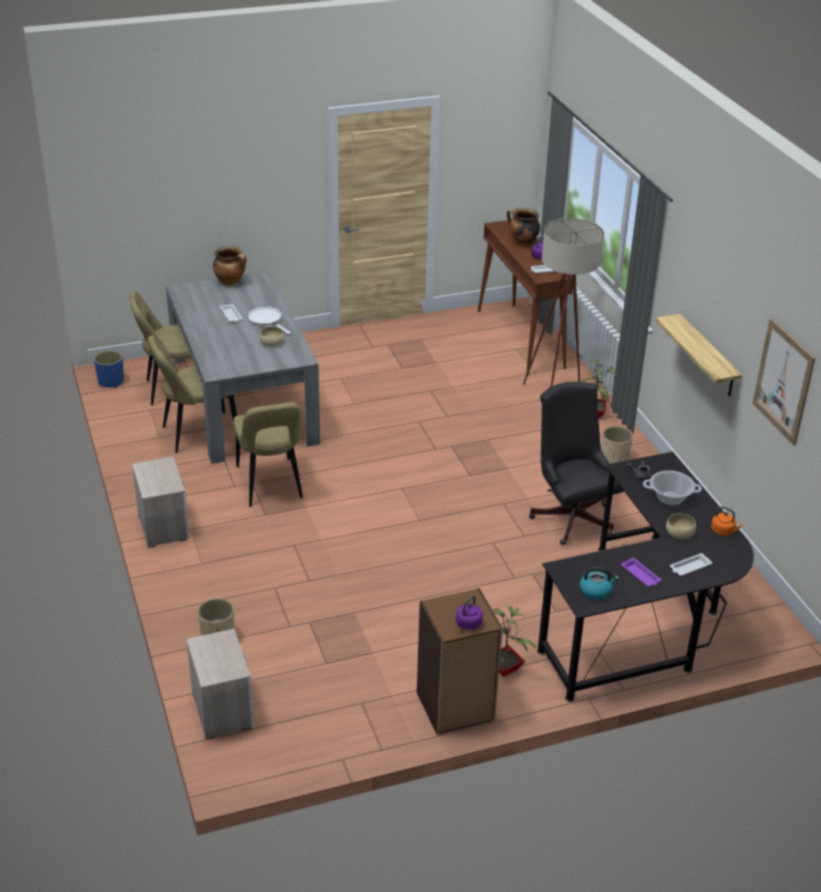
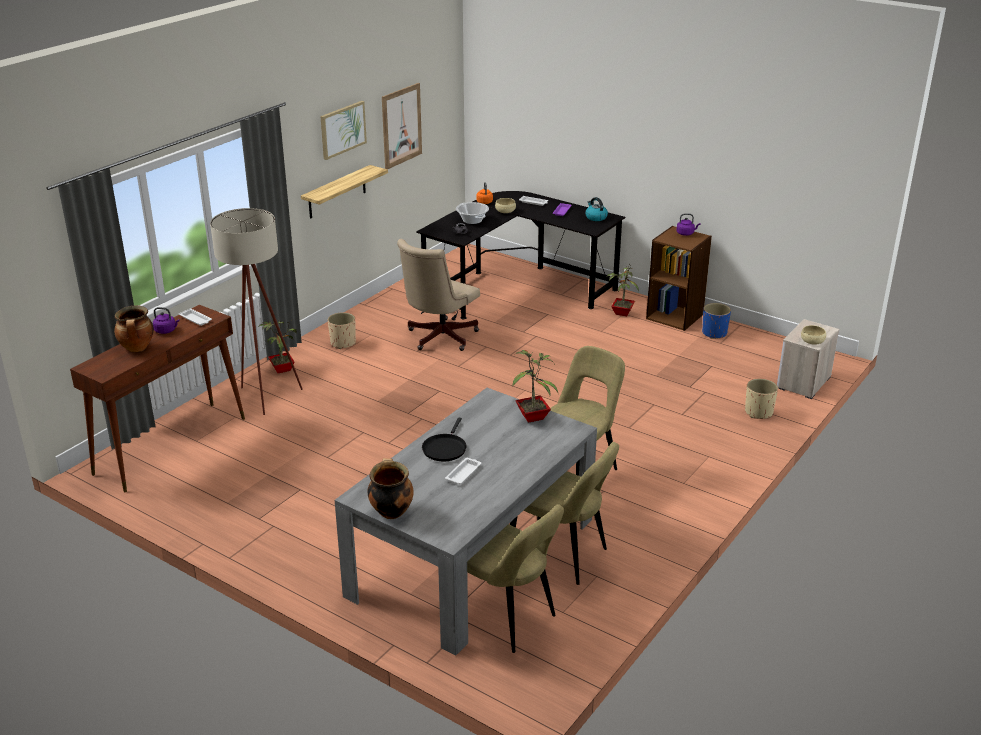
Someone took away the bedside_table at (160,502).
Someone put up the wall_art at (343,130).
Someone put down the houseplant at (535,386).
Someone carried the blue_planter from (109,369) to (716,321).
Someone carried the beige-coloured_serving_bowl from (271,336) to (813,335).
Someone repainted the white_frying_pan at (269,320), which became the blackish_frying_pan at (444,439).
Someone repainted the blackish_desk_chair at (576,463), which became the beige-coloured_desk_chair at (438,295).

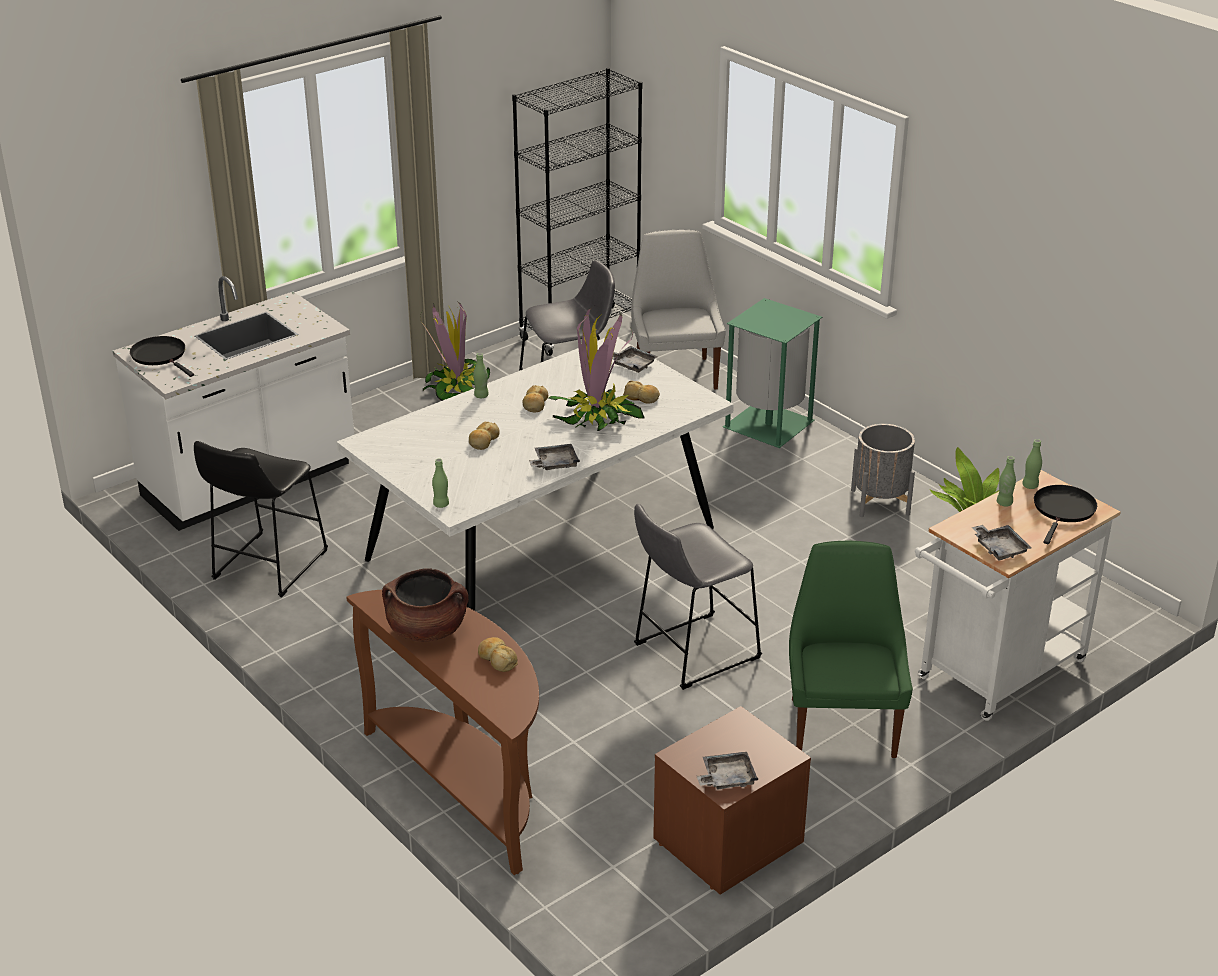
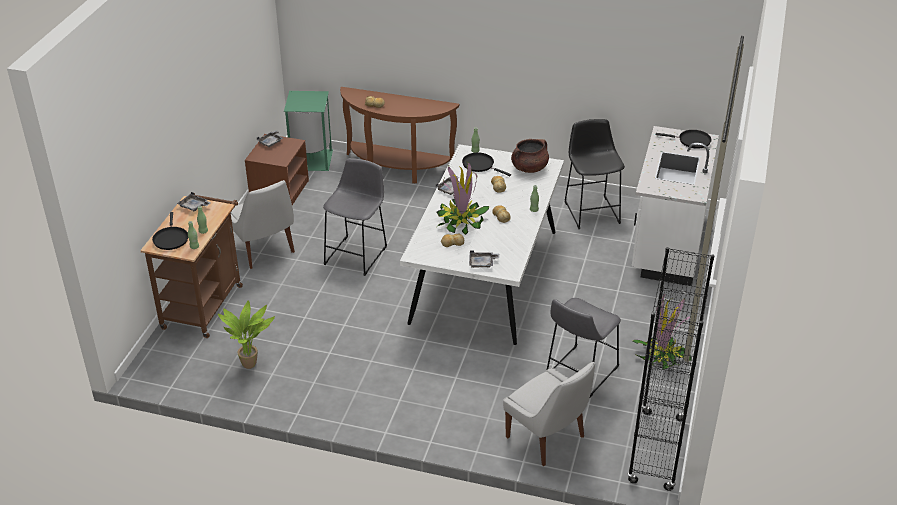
Someone took away the grey_planter at (883,470).
Someone put down the blackish_frying_pan at (486,164).
Someone carried the brown-coloured_cooking_pot from (425,605) to (530,156).
Someone carried the greenish_trash_can from (772,373) to (308,131).
Someone repainted the greenish_upright_chair at (851,649), which became the white_upright_chair at (263,224).
Someone repainted the white_cart at (1018,595), which became the brown-coloured_cart at (191,265).

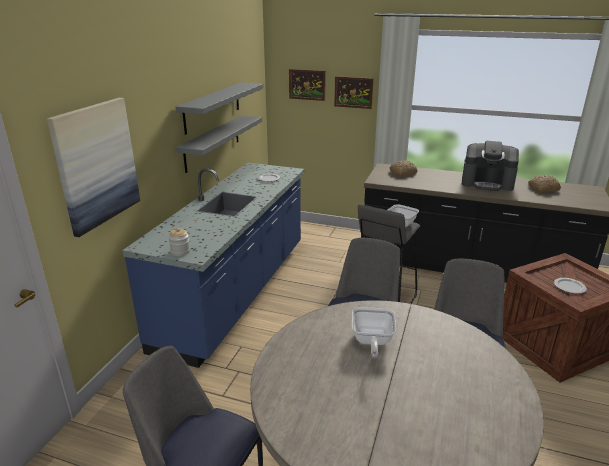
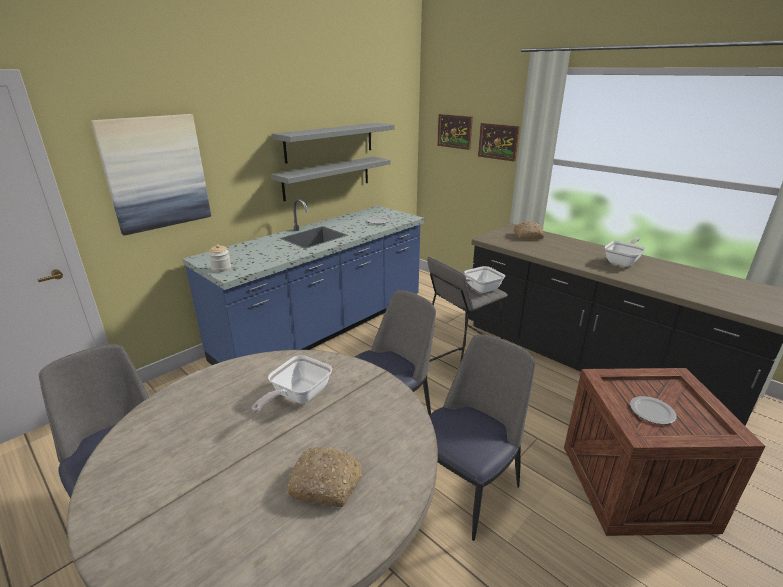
Someone carried the bread from (544,183) to (324,477).
Someone swapped the coffee_maker at (490,166) for the frying_pan at (625,252).

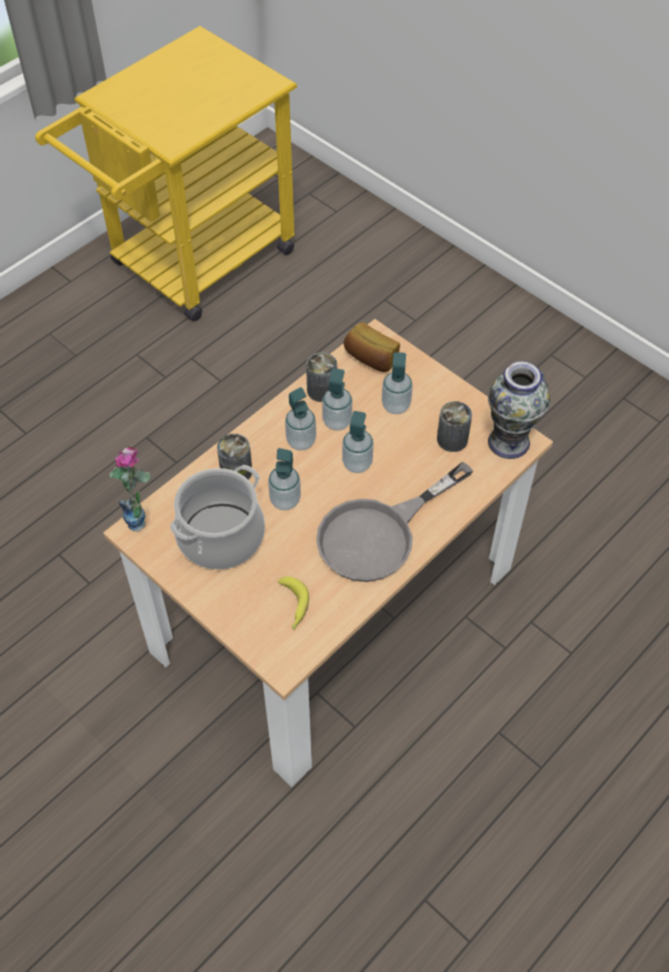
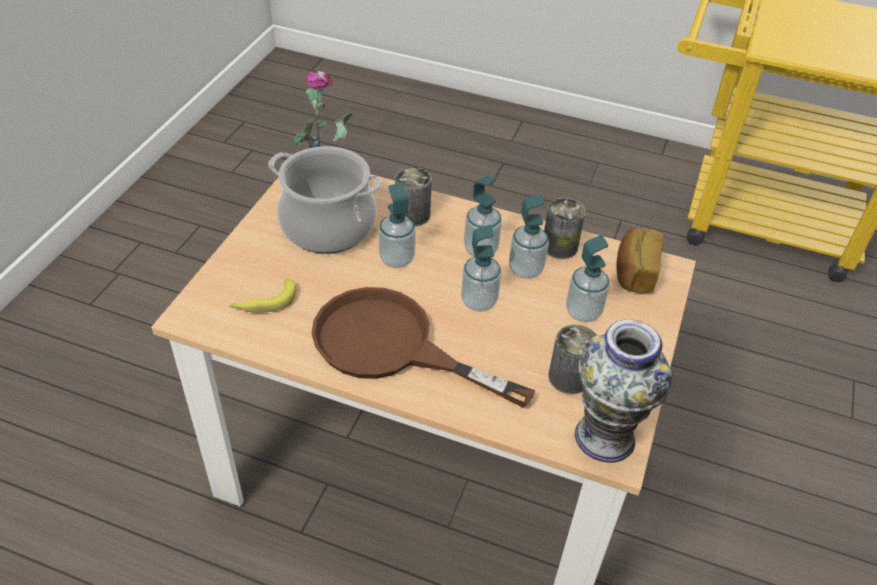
Someone repainted the grey_frying_pan at (394,522), which became the brown-coloured_frying_pan at (423,347).

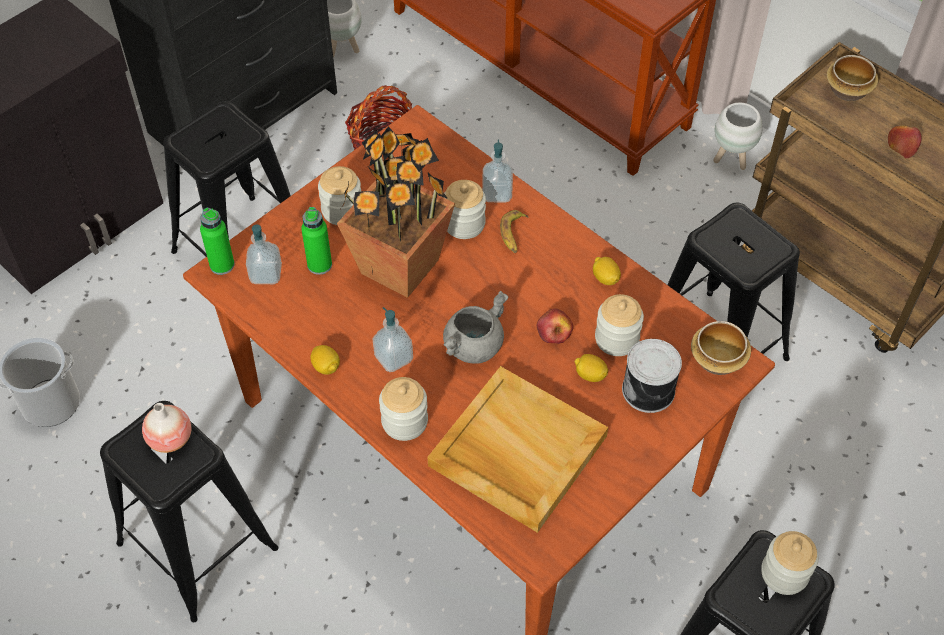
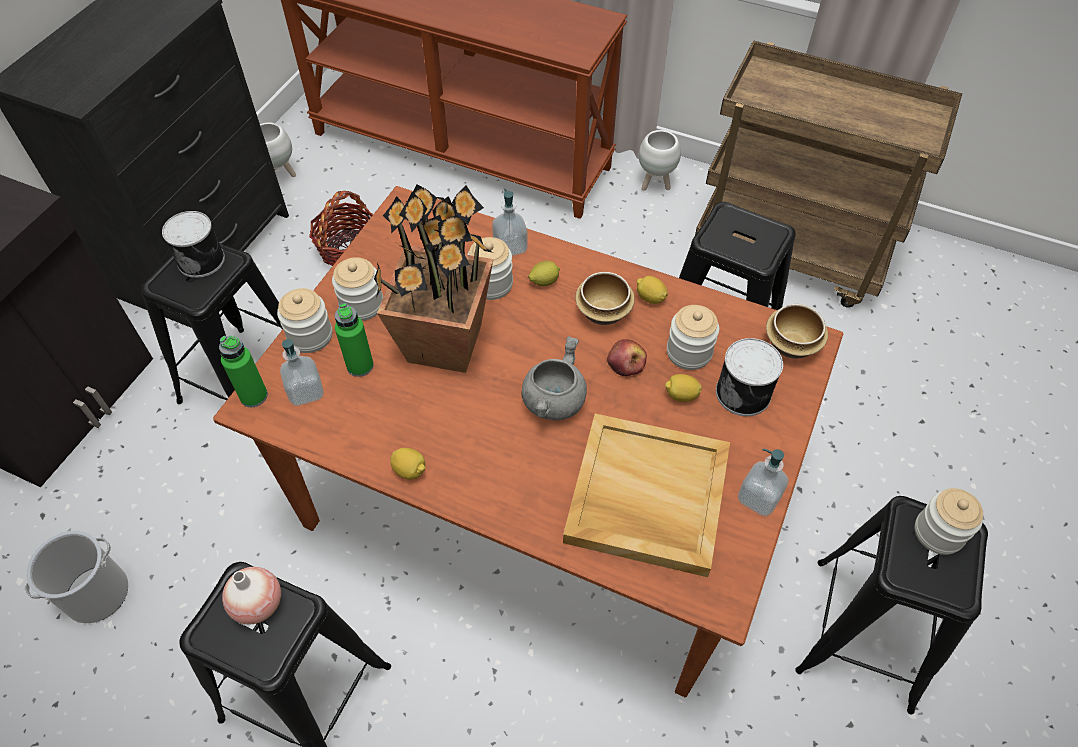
Someone took away the apple_fruit at (905,142).
Someone put down the can at (193,244).
Someone carried the liquid_soap_bottle from (392,339) to (763,482).
Someone carried the jar from (403,409) to (304,320).
Someone carried the serving_bowl from (852,78) to (605,298).
Someone swapped the banana at (514,231) for the lemon at (544,273).

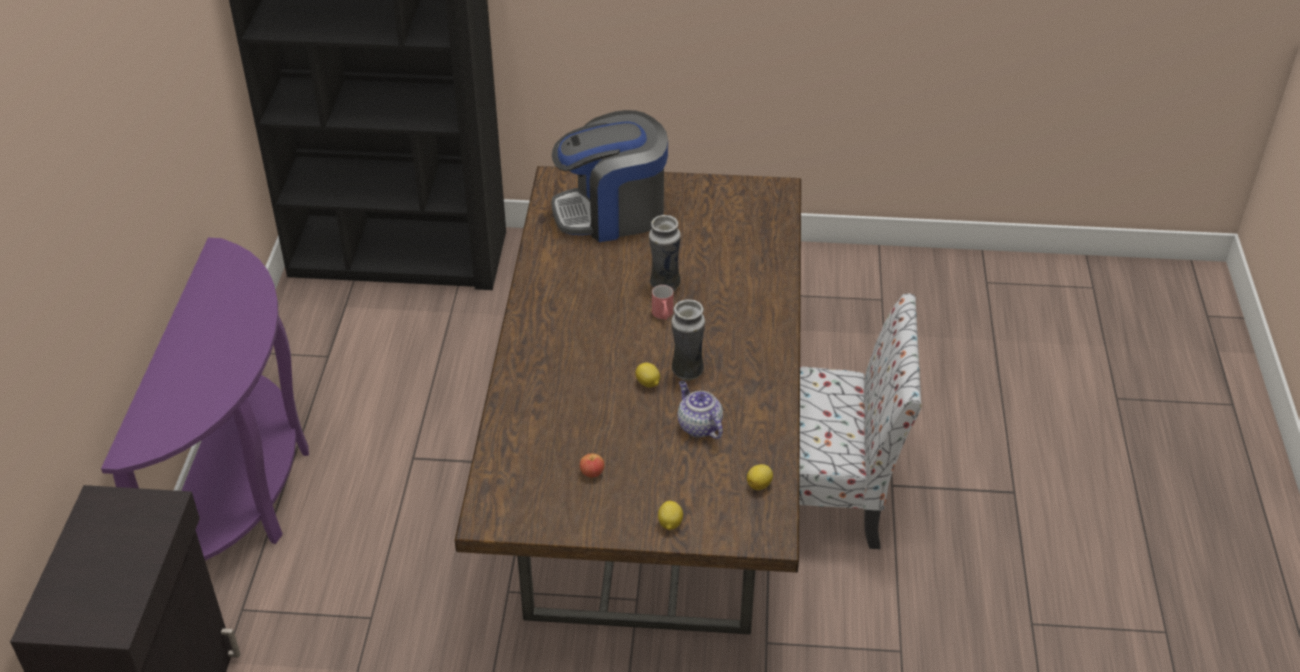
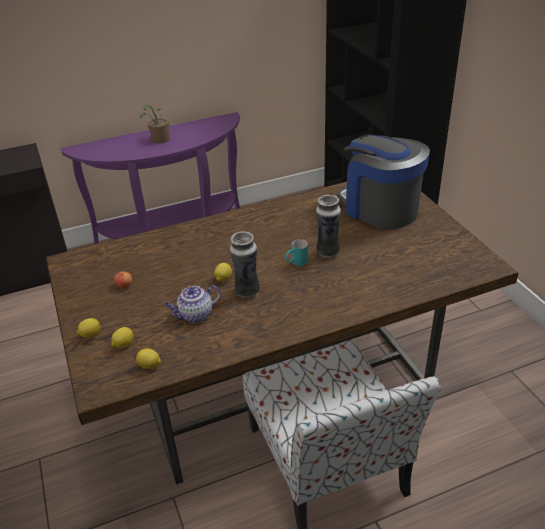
Someone put down the lemon at (122,337).
Someone put down the houseplant at (155,124).
Someone repainted the red_coffee_mug at (662,302), which became the turquoise-coloured_coffee_mug at (296,252).
Someone rotated the tea_pot at (700,410) by 150 degrees counterclockwise.

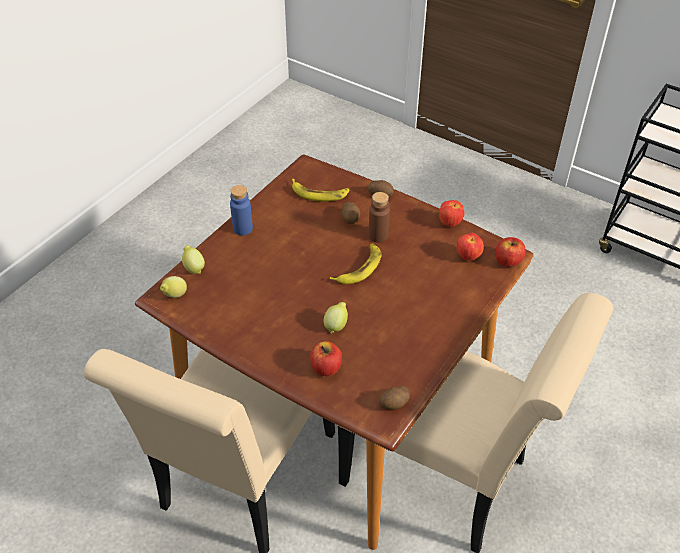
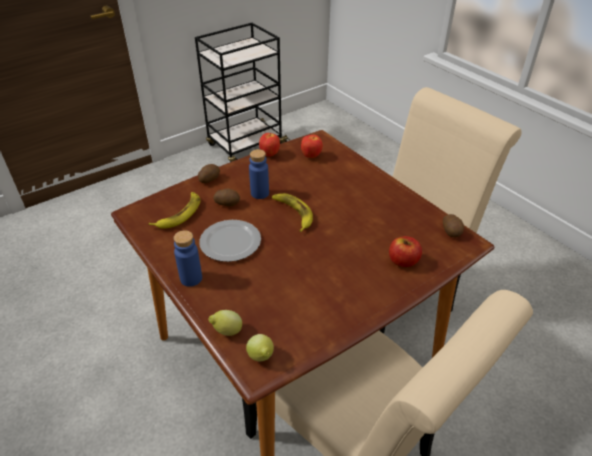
Someone took away the lemon at (335,317).
Someone took away the apple_fruit at (510,252).
Someone put down the dinner_plate at (230,241).
Someone repainted the brown-coloured_bottle at (379,217), which became the blue_bottle at (259,174).

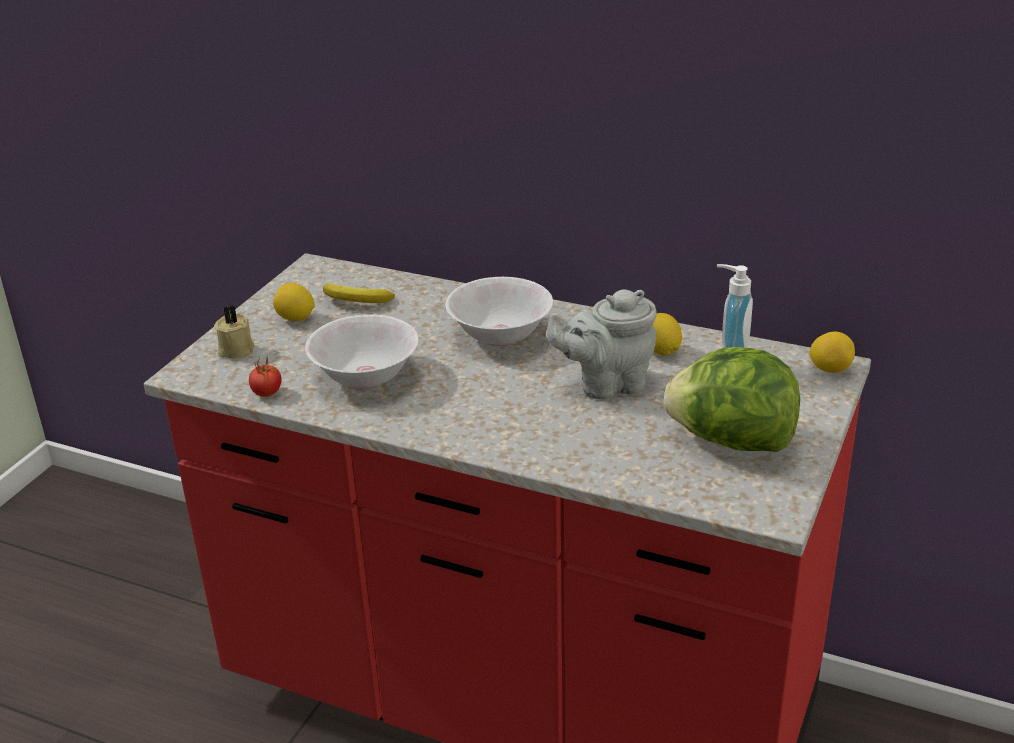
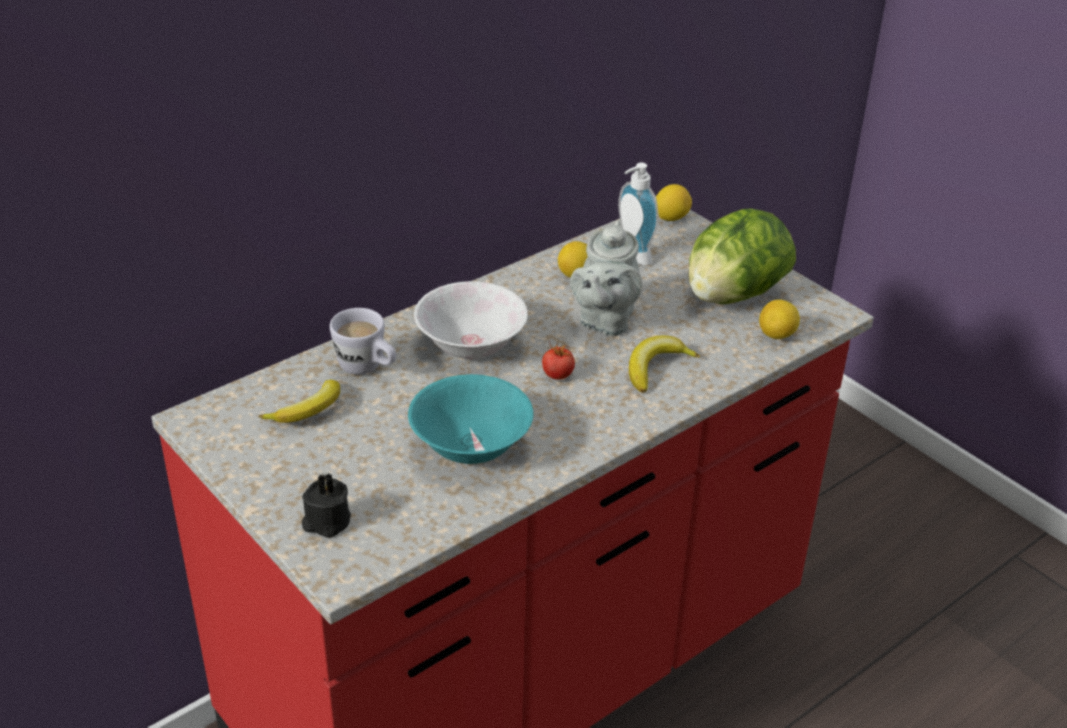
Someone put down the white_coffee_mug at (363,341).
Someone put down the banana at (664,364).
Someone carried the fresh_tomato from (265,376) to (558,360).
Someone carried the lemon from (294,302) to (779,319).
Someone repainted the beige-coloured_wax_candle at (234,332), which became the blackish_wax_candle at (326,505).
Someone repainted the white_serving_bowl at (362,351), which became the turquoise-coloured_serving_bowl at (471,419).

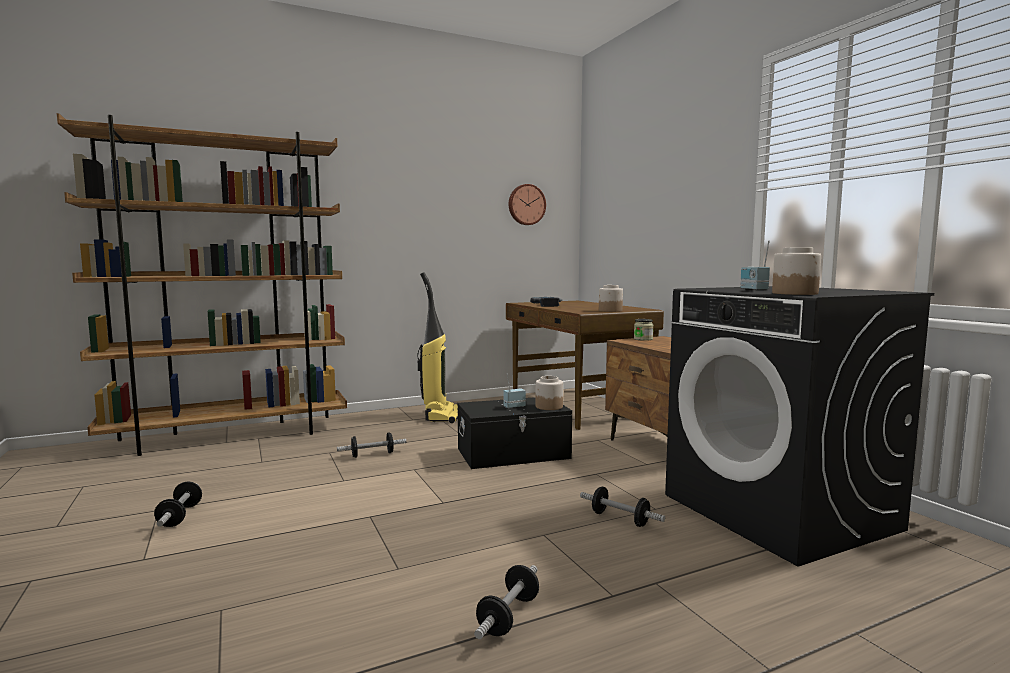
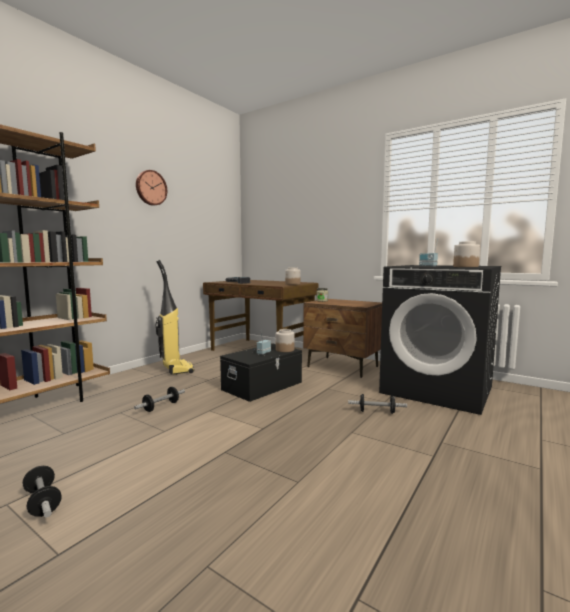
Someone took away the free_weight at (506,602).
Someone carried the wall_clock from (527,204) to (151,188).

